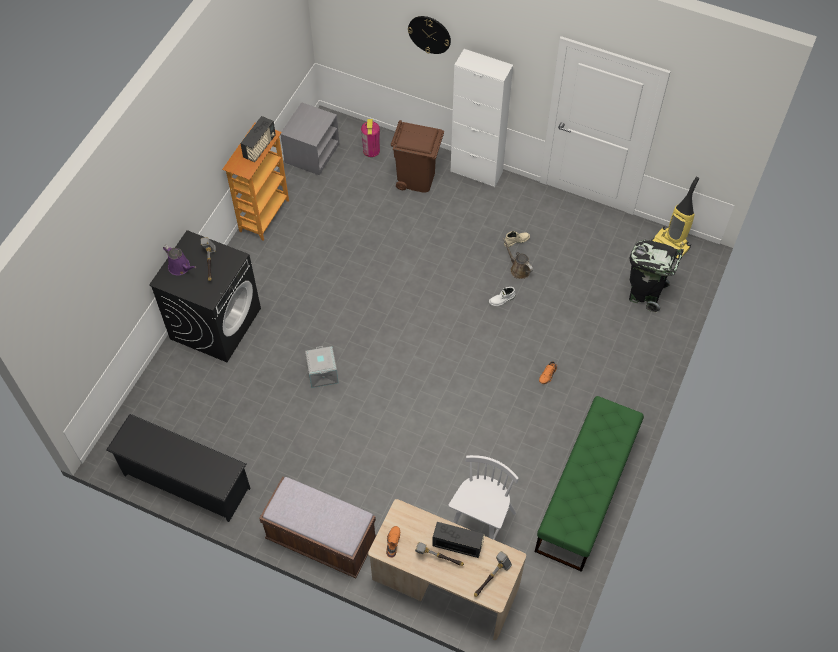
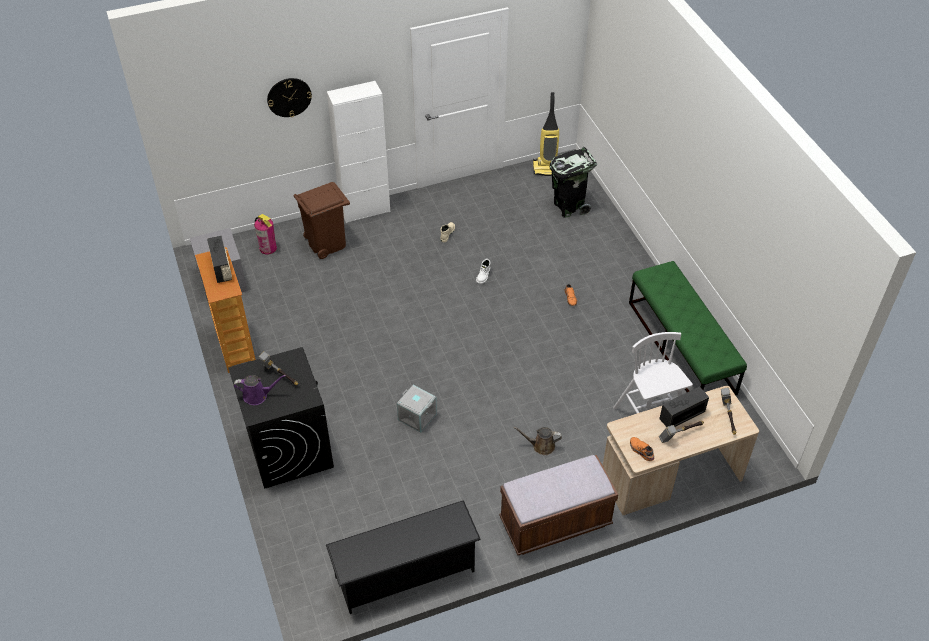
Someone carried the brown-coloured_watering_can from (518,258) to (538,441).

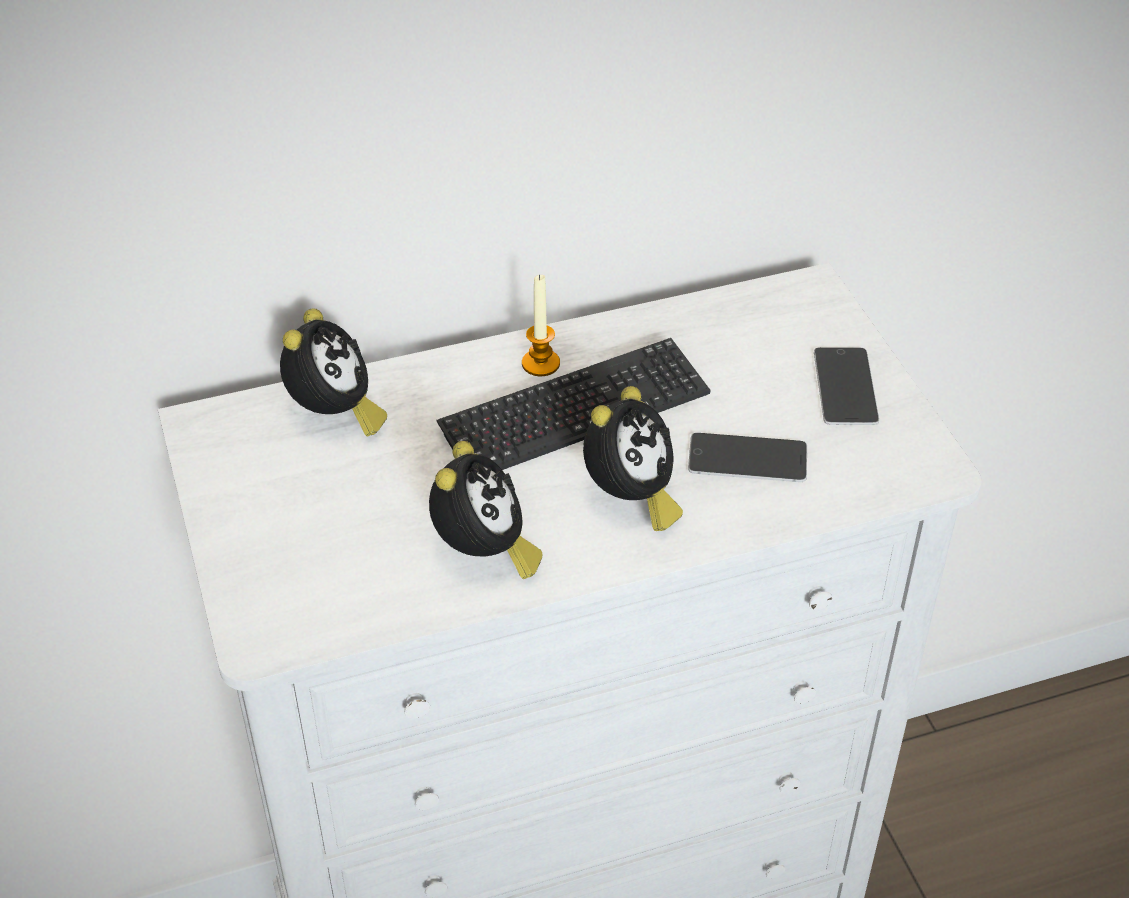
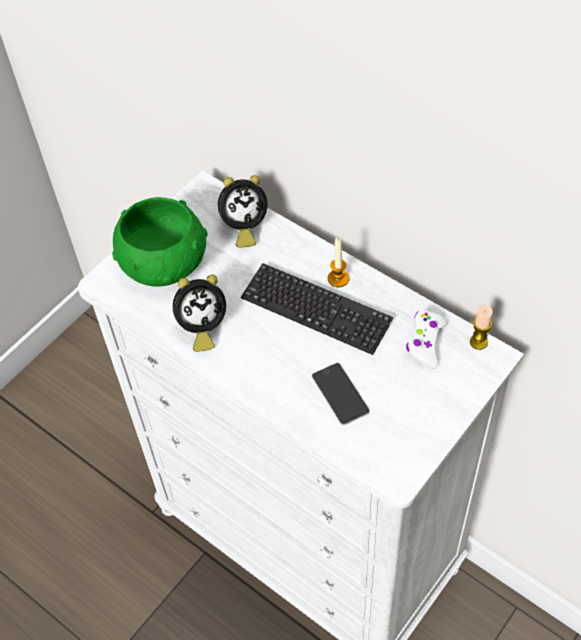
Someone took away the alarm_clock at (633,458).
Someone took away the telephone at (846,386).
Someone put down the greenish_serving_bowl at (160,241).
Someone put down the white_game_controller at (427,339).
Someone put down the wax_candle at (481,327).

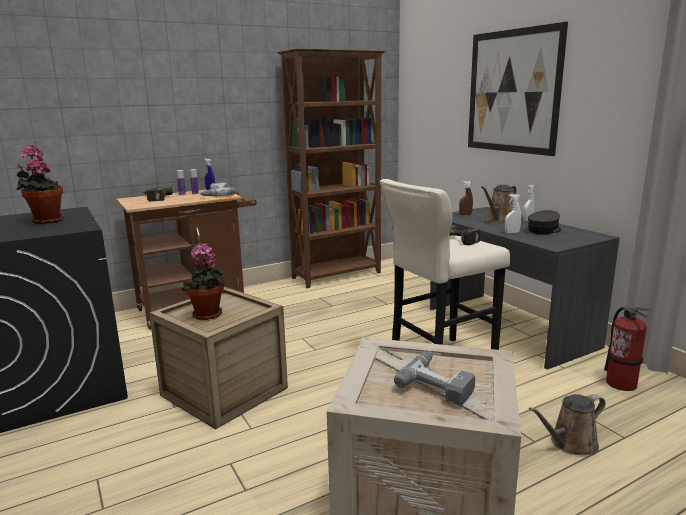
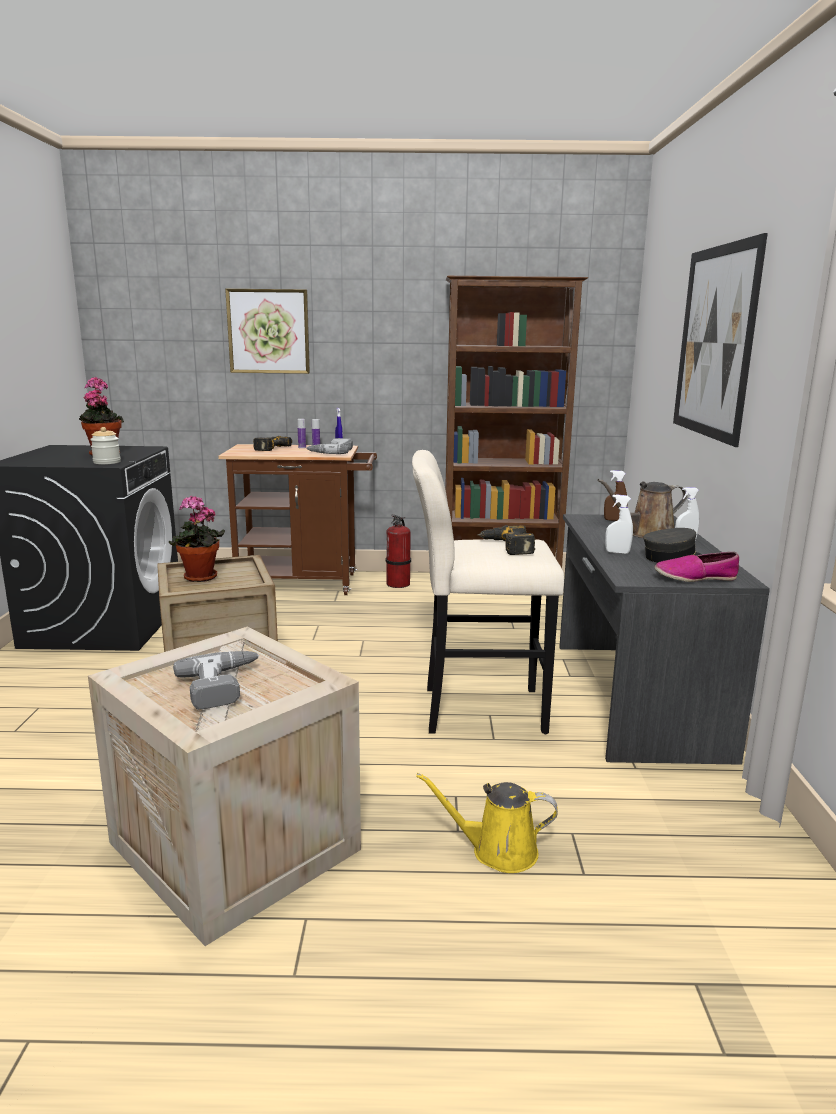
Someone put down the jar at (105,445).
Someone put up the wall_art at (267,331).
Someone put down the shoe at (696,567).
Someone carried the fire_extinguisher from (627,349) to (398,551).
Someone repainted the brown-coloured_watering_can at (567,424), which became the yellow-coloured_watering_can at (487,823).

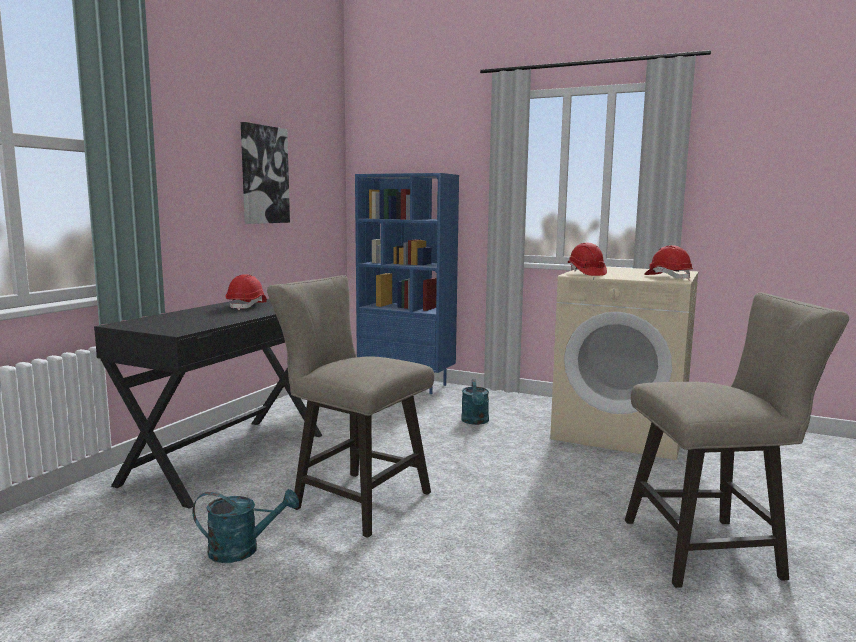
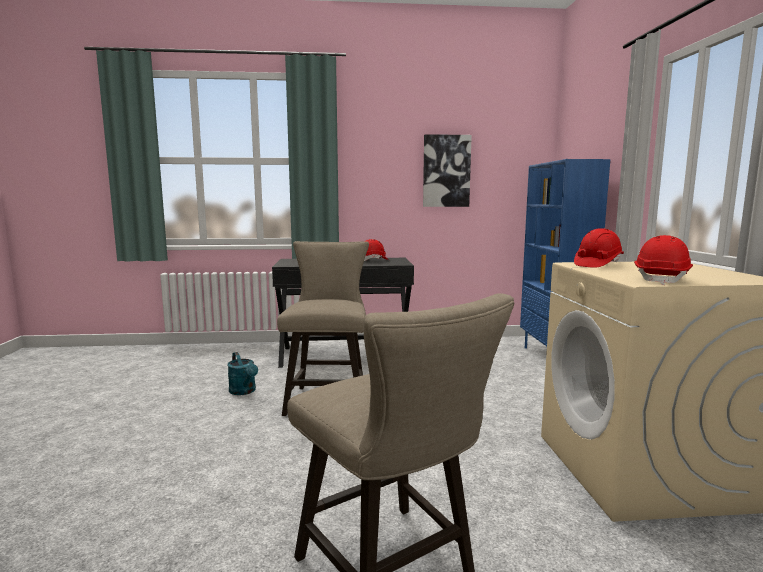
Someone took away the turquoise-coloured_watering_can at (475,402).

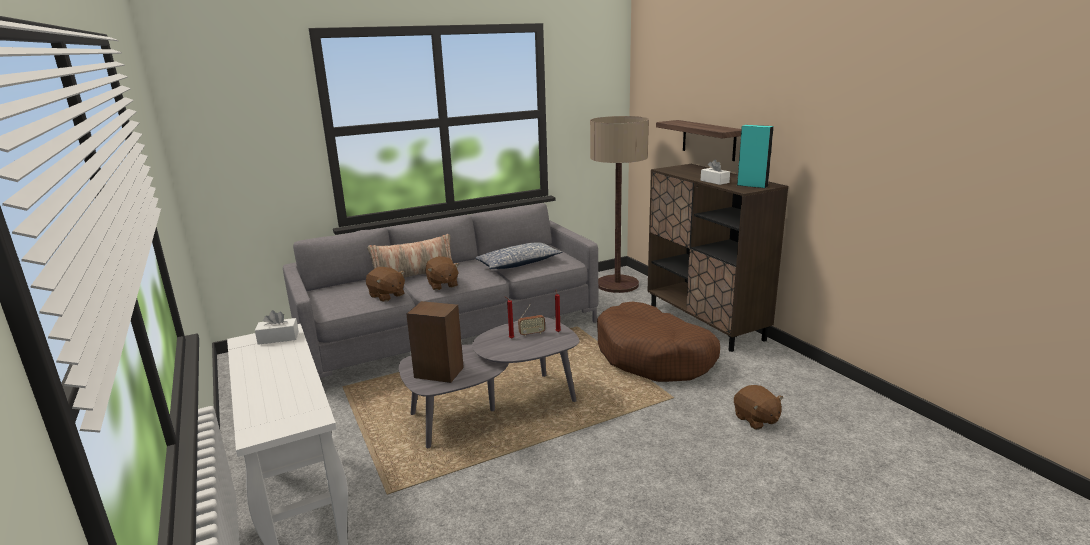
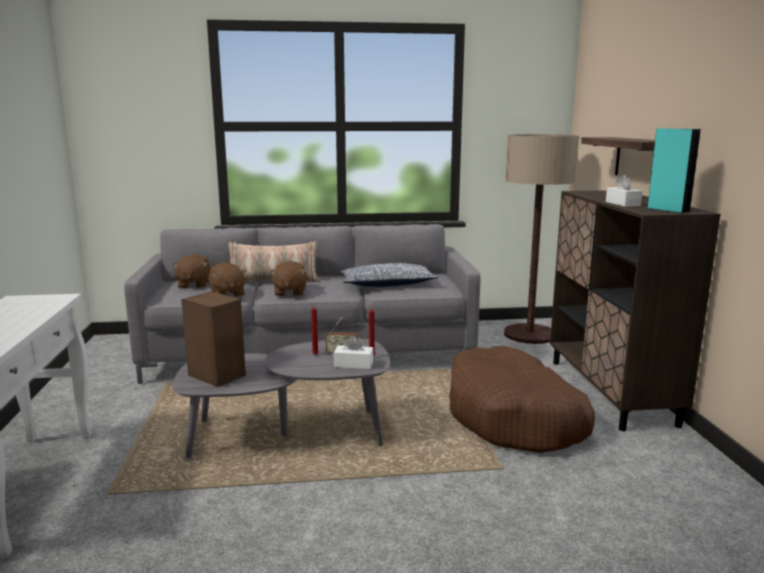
Someone carried the white_tissue_box from (277,327) to (353,352).
Someone carried the brown-coloured_cuddly_toy from (758,407) to (191,271).

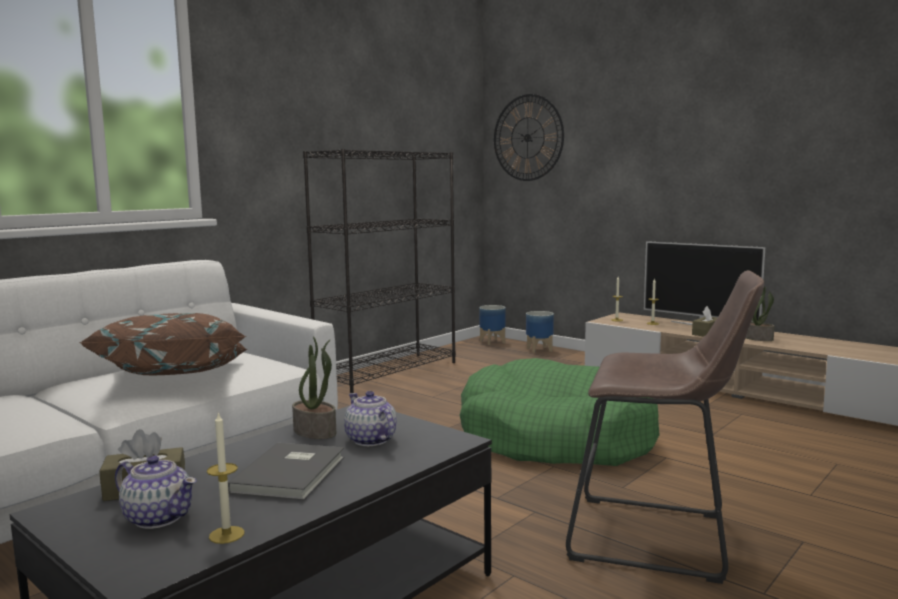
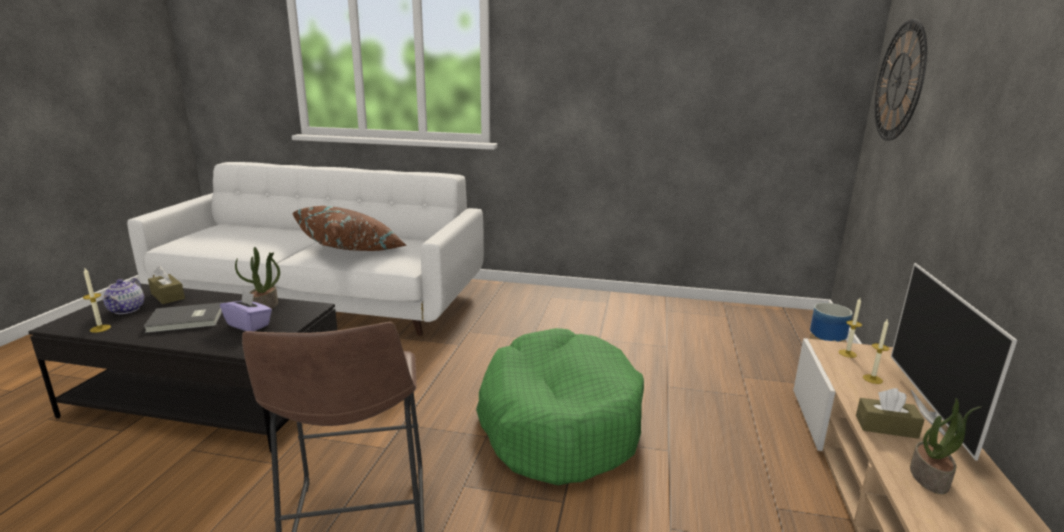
Someone took away the blackish_shelving_unit at (379,271).
Someone took away the planter at (492,325).
Someone swapped the tea_pot at (370,418) for the purplish_tissue_box at (246,311).

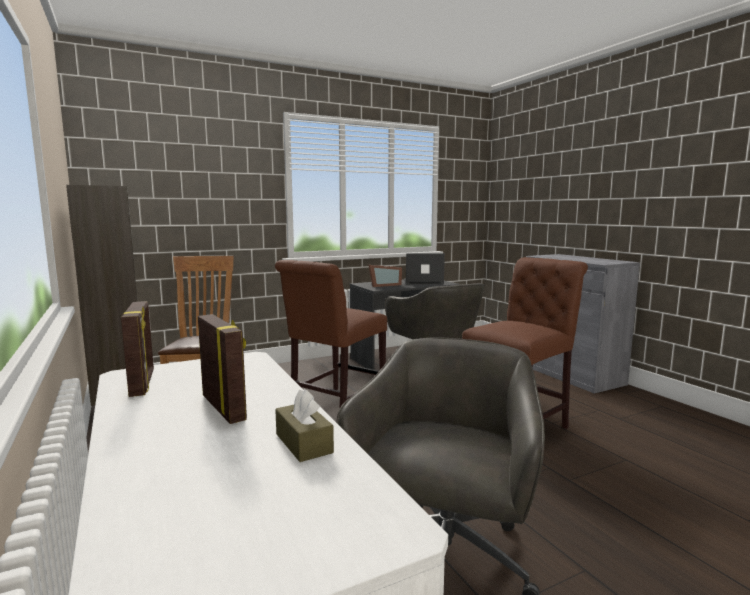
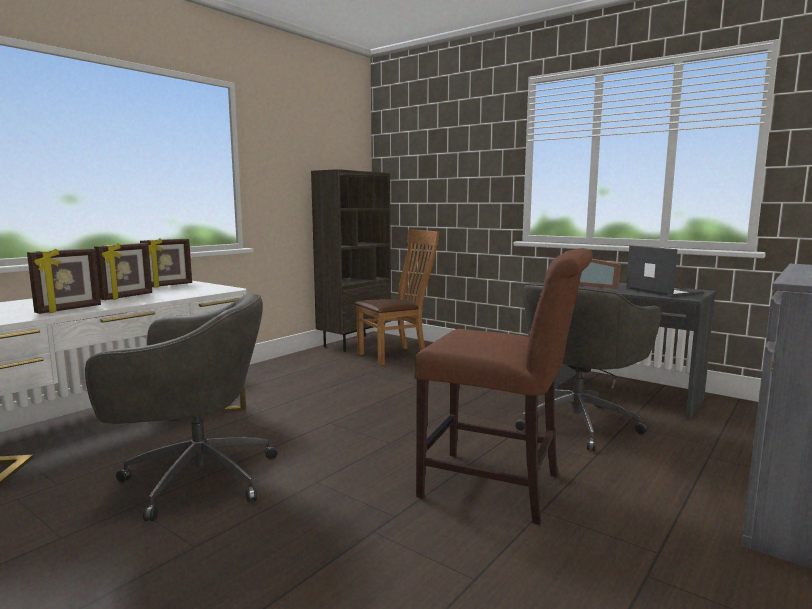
Someone took away the brown-coloured_upright_chair at (331,334).
Someone swapped the brown-coloured_tissue_box at (304,425) for the standing_frame at (64,281).

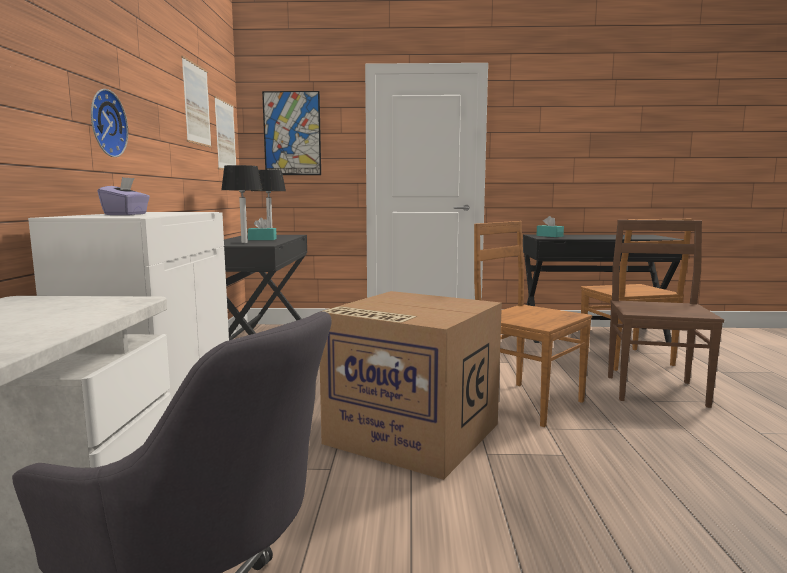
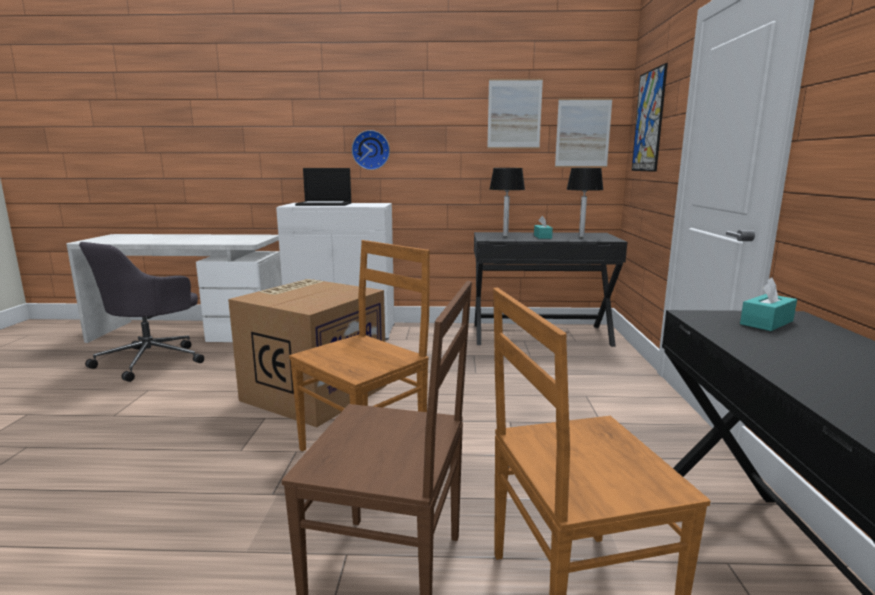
Someone swapped the purplish_tissue_box at (123,196) for the laptop at (323,187).

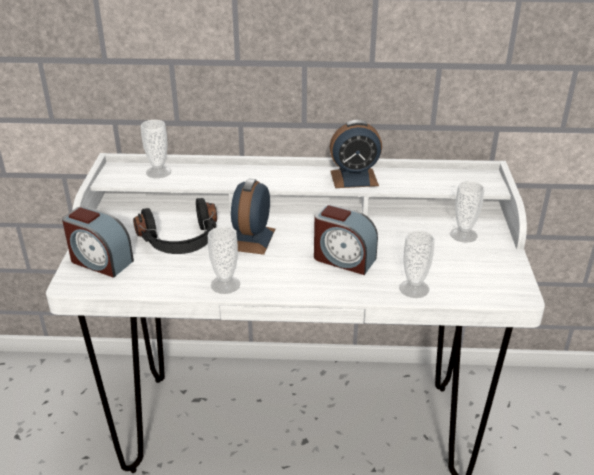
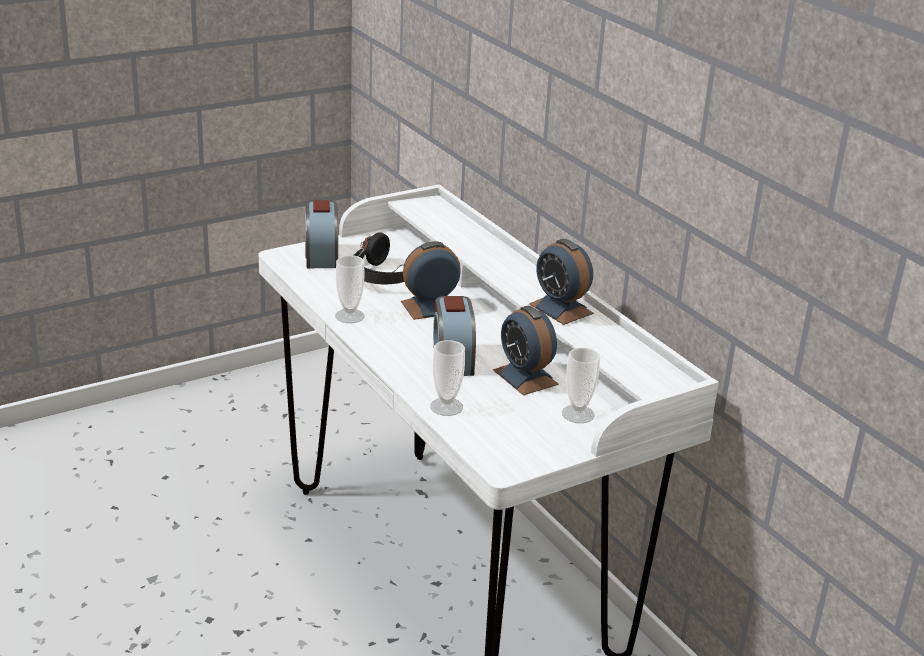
Someone took away the small_cup at (156,149).
Someone put down the alarm_clock at (526,350).

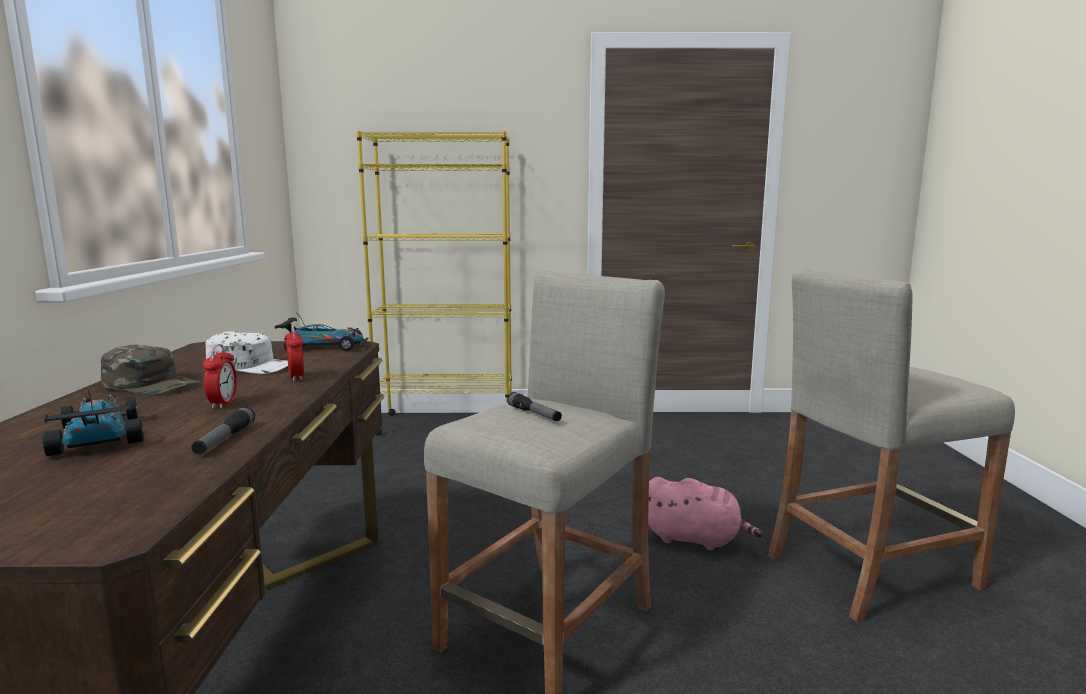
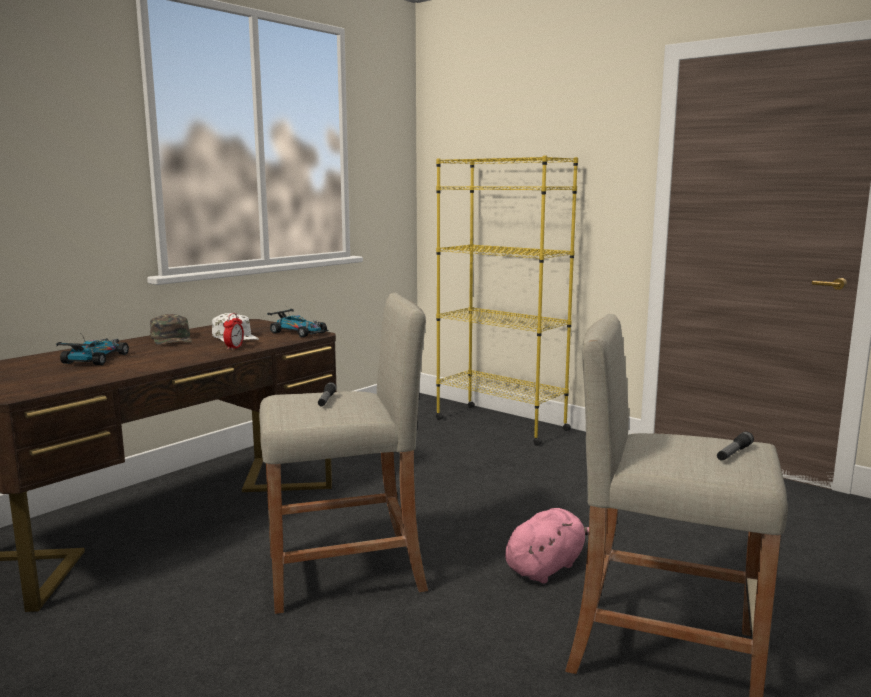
Someone took away the alarm_clock at (220,376).
Someone carried the hand_torch from (223,430) to (735,446).
Someone rotated the pink_cuddly_toy at (705,513) by 105 degrees counterclockwise.

